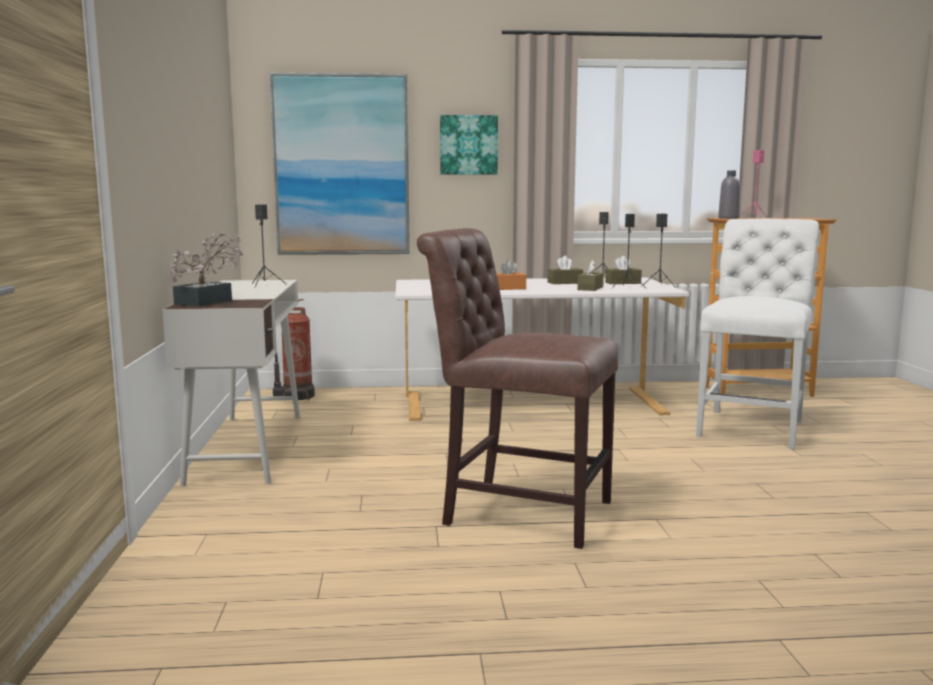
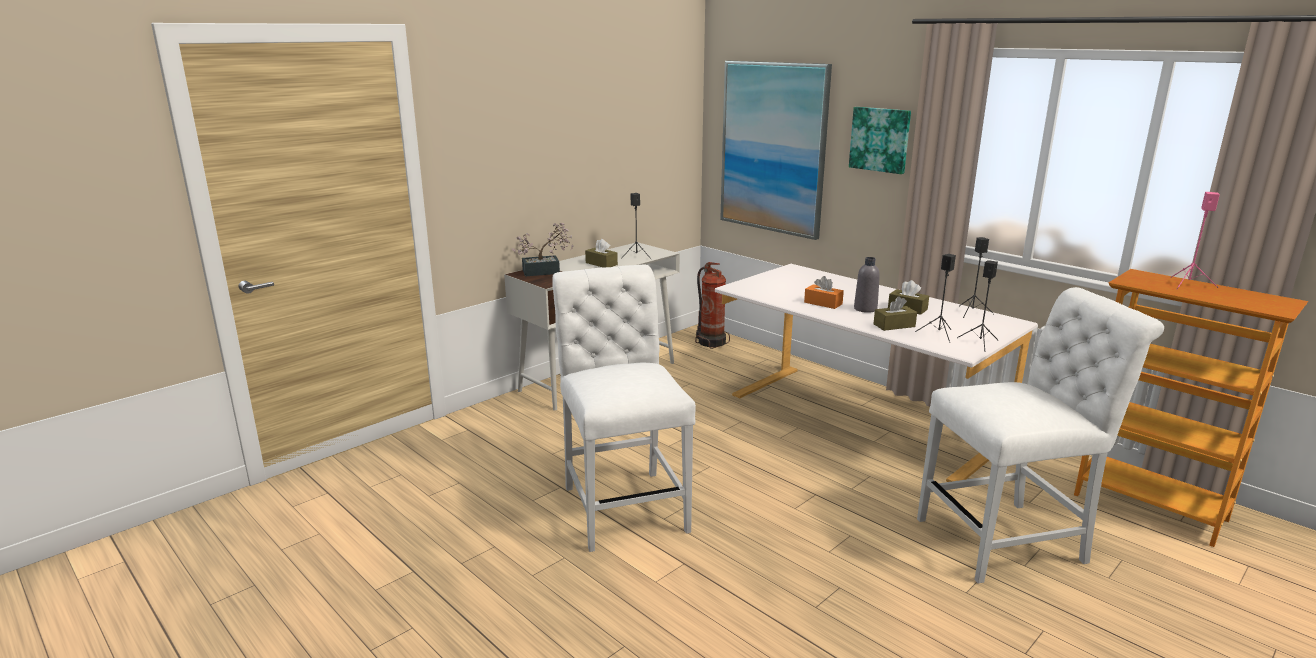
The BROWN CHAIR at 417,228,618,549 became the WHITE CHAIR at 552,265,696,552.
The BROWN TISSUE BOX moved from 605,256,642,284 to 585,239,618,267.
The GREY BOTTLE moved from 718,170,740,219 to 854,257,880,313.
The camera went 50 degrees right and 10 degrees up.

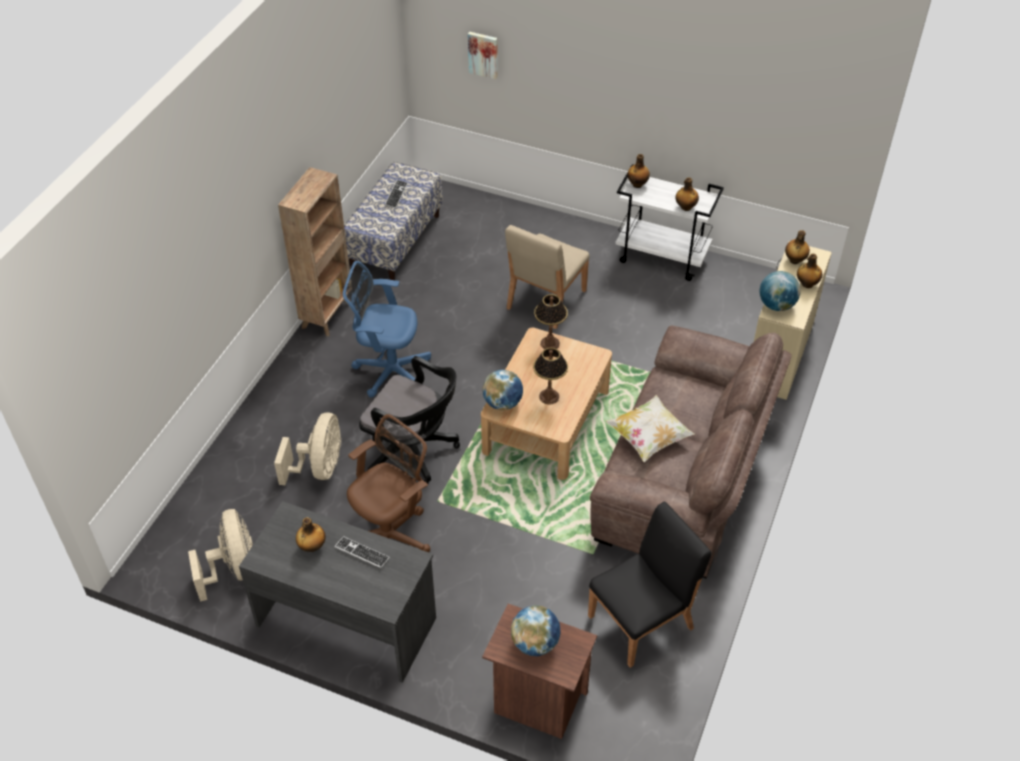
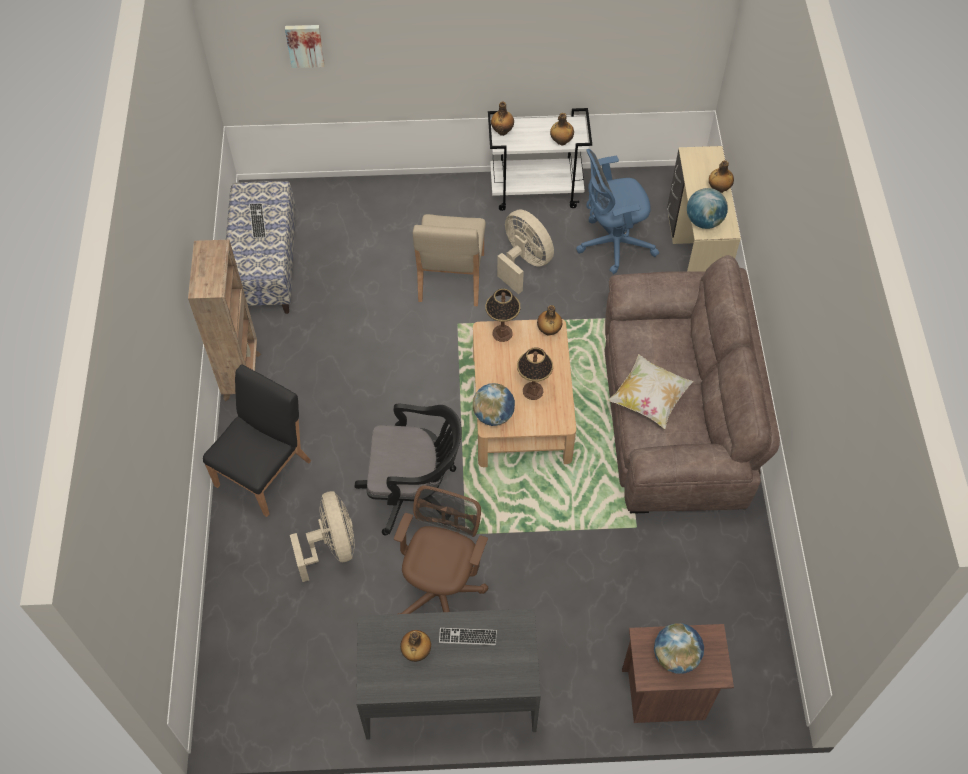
The BEIGE FAN moved from 188,509,253,602 to 497,209,554,294.
The BLUE OFFICE CHAIR moved from 343,261,431,397 to 576,149,659,274.
The BLACK CHAIR moved from 588,501,712,668 to 203,364,311,517.
The BOTTLE moved from 785,230,810,264 to 537,305,562,336.
The camera went 25 degrees left and 10 degrees up.

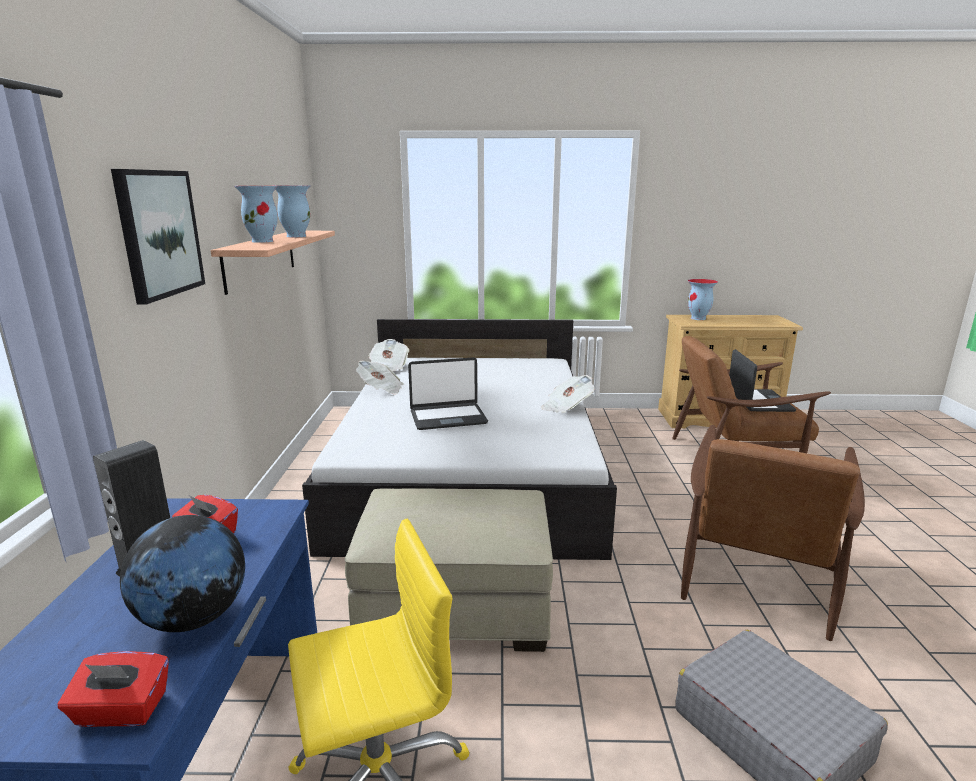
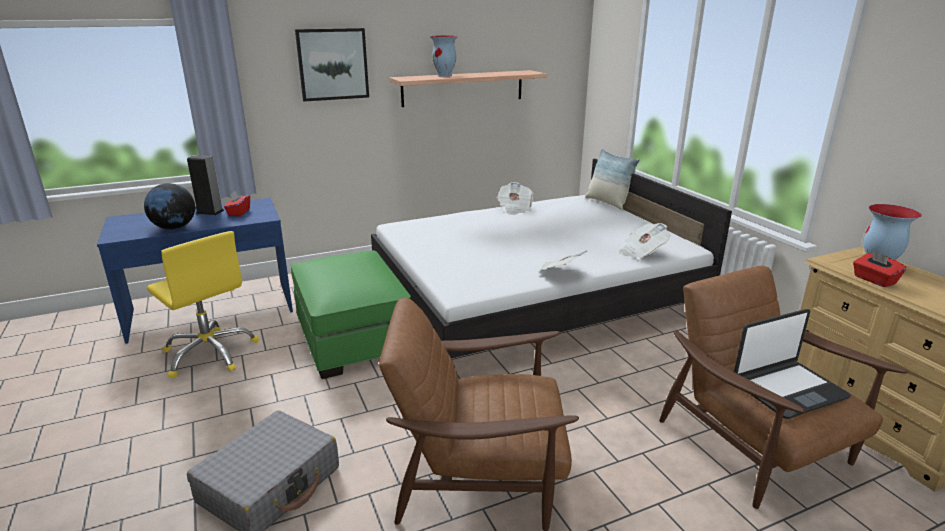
The RED TISSUE BOX moved from 57,651,169,727 to 853,250,906,287.
The VASE at 275,185,310,237 disappeared.
The BEIGE OTTOMAN at 345,488,553,652 became the GREEN OTTOMAN at 290,250,411,379.
The NEWSPAPER moved from 369,339,409,371 to 619,223,670,259.
The LAPTOP at 408,357,488,430 disappeared.
The PILLOW at 585,149,640,210 appeared.
The camera went 65 degrees right and 5 degrees up.

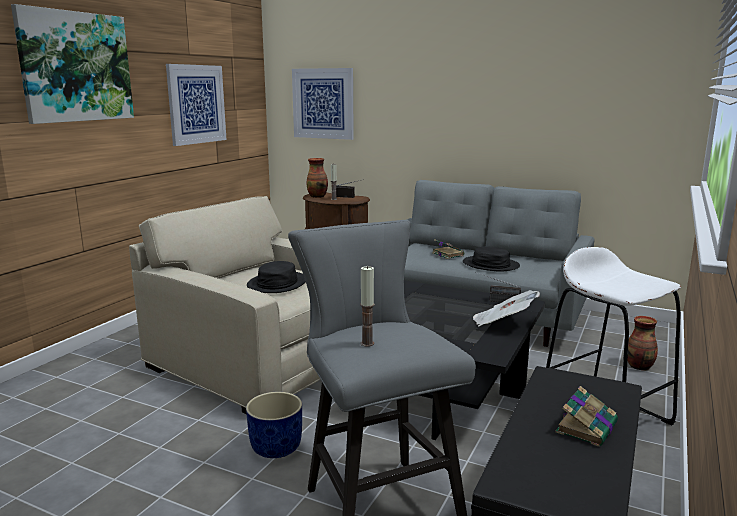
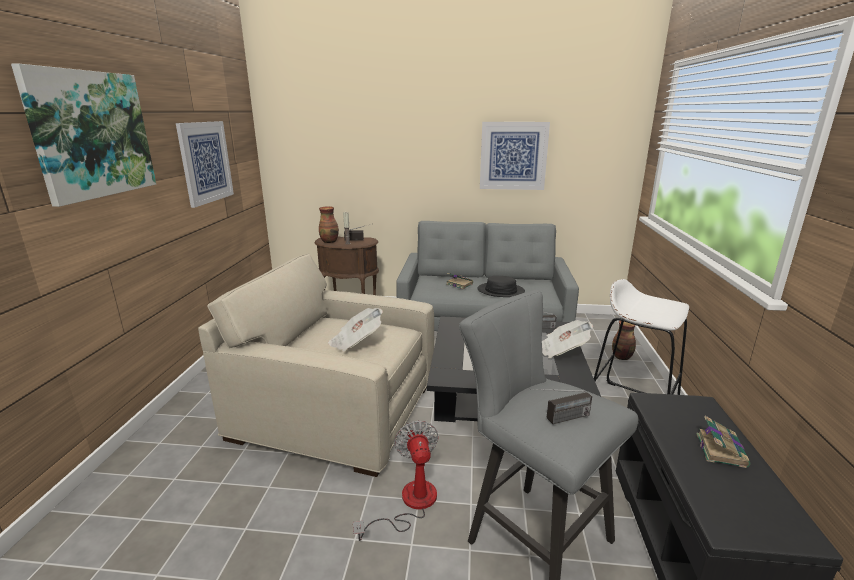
The BLUE PLANTER at 246,392,302,458 was replaced by the FAN at 353,420,438,541.
The BLACK HAT at 247,261,306,293 was replaced by the NEWSPAPER at 328,308,383,351.
The PICTURE moved from 292,68,354,140 to 480,122,550,190.
The CANDLE at 360,265,375,347 was replaced by the RADIO at 529,389,592,424.
The camera went 20 degrees left and 5 degrees up.

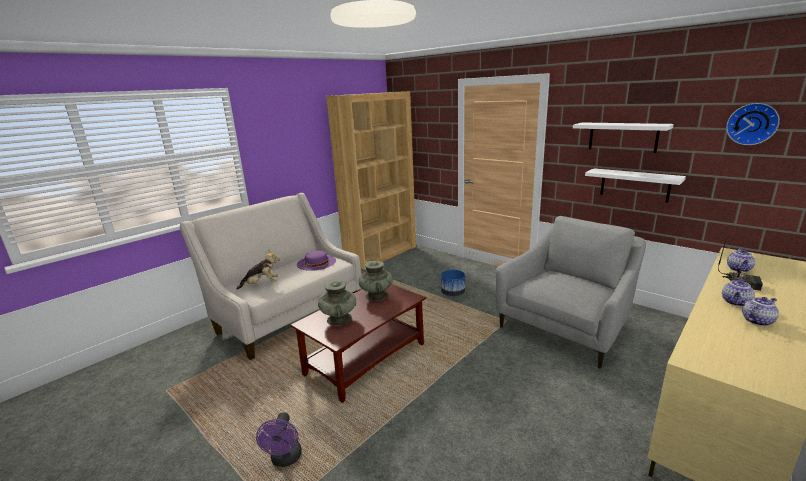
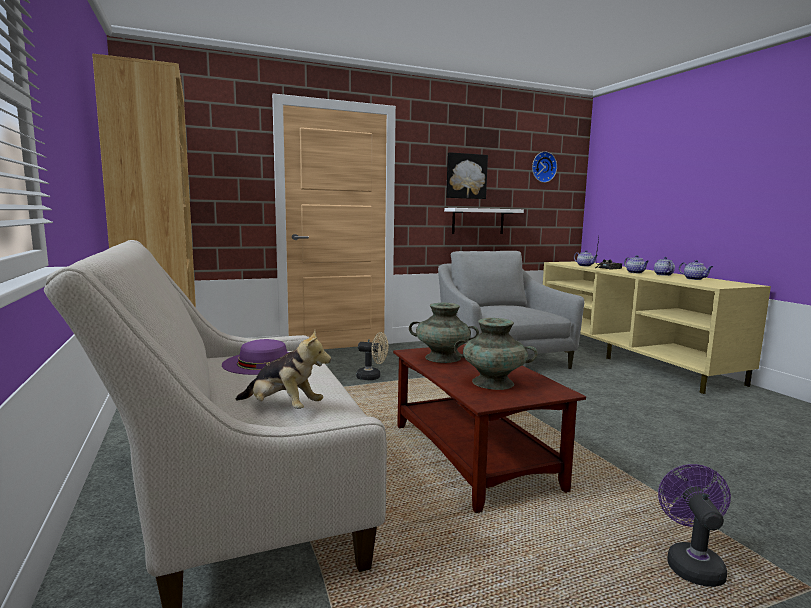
The PLUSH TOY at 236,250,280,290 turned 105 degrees clockwise.
The PURPLE FAN at 256,412,302,467 turned 105 degrees counterclockwise.
The BLUE PLANTER at 441,270,465,297 was replaced by the BEIGE FAN at 356,332,388,380.
The WHITE SHELF at 573,122,674,153 was replaced by the PICTURE at 446,152,488,199.
The TEAPOT at 679,260,713,280 appeared.
The camera went 65 degrees left and 10 degrees down.

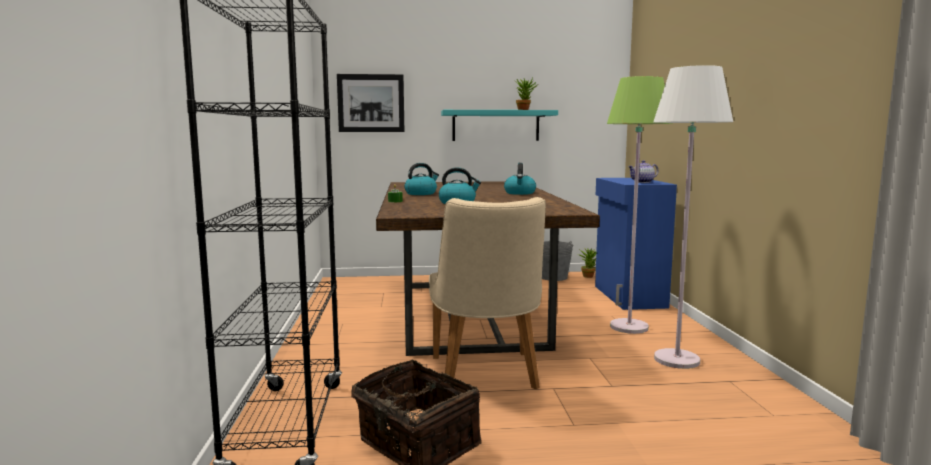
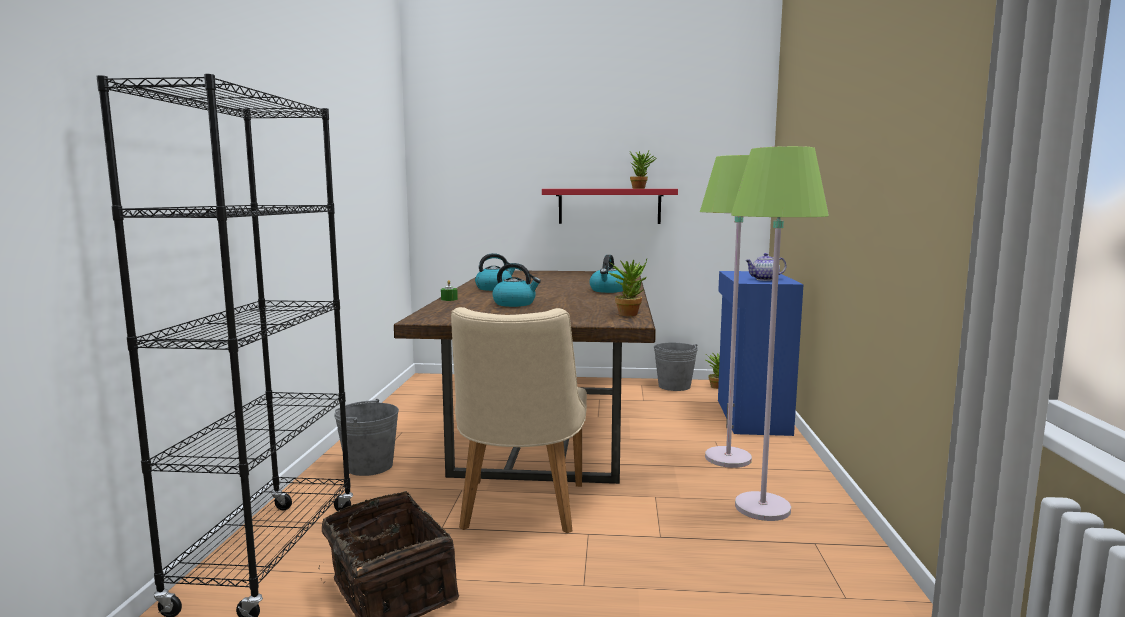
The PICTURE at 337,74,404,132 disappeared.
The TURQUOISE SHELF at 441,110,558,141 became the RED SHELF at 542,189,678,224.
The WHITE FLOOR LAMP at 653,65,733,369 became the GREEN FLOOR LAMP at 731,146,829,521.
The GREY BUCKET at 334,399,399,476 appeared.
The POTTED PLANT at 609,259,647,316 appeared.
The camera went 10 degrees right and 0 degrees up.

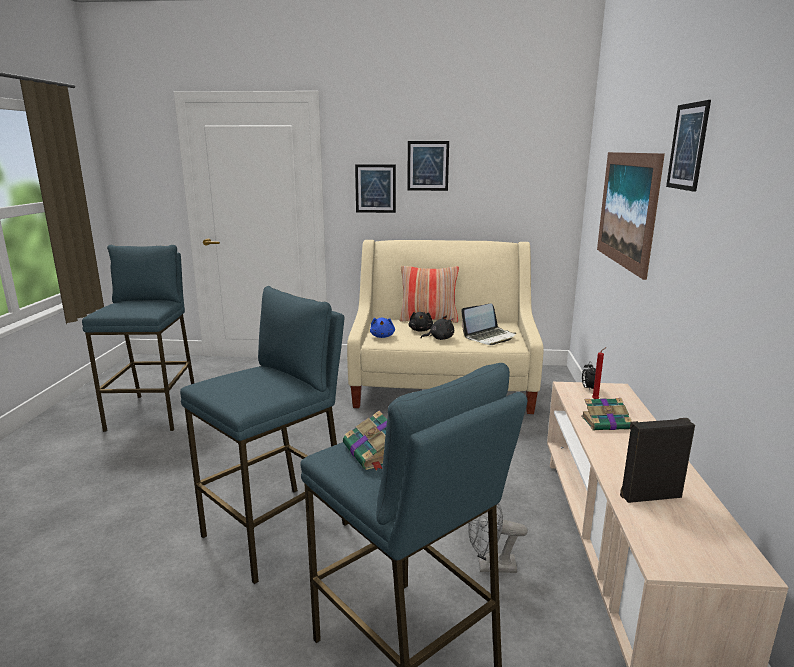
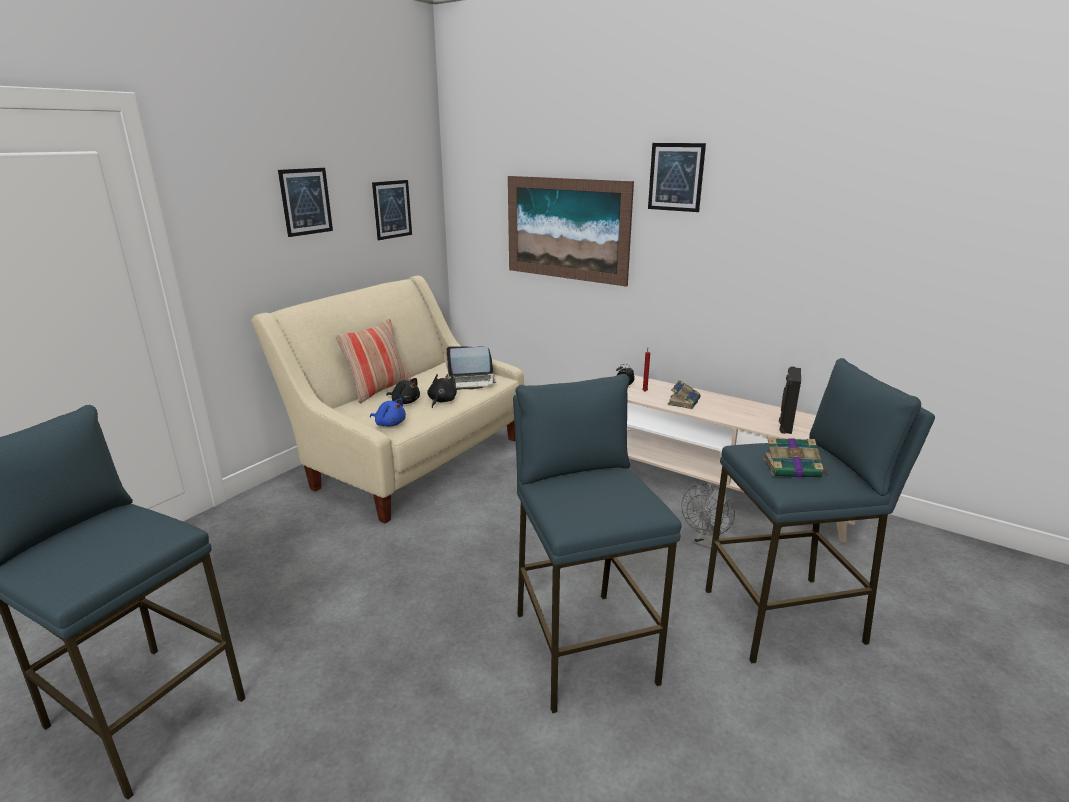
The PICTURE moved from 355,164,396,213 to 372,180,412,240.
The LAPTOP at 461,303,516,345 turned 90 degrees clockwise.
The camera went 60 degrees left and 5 degrees up.

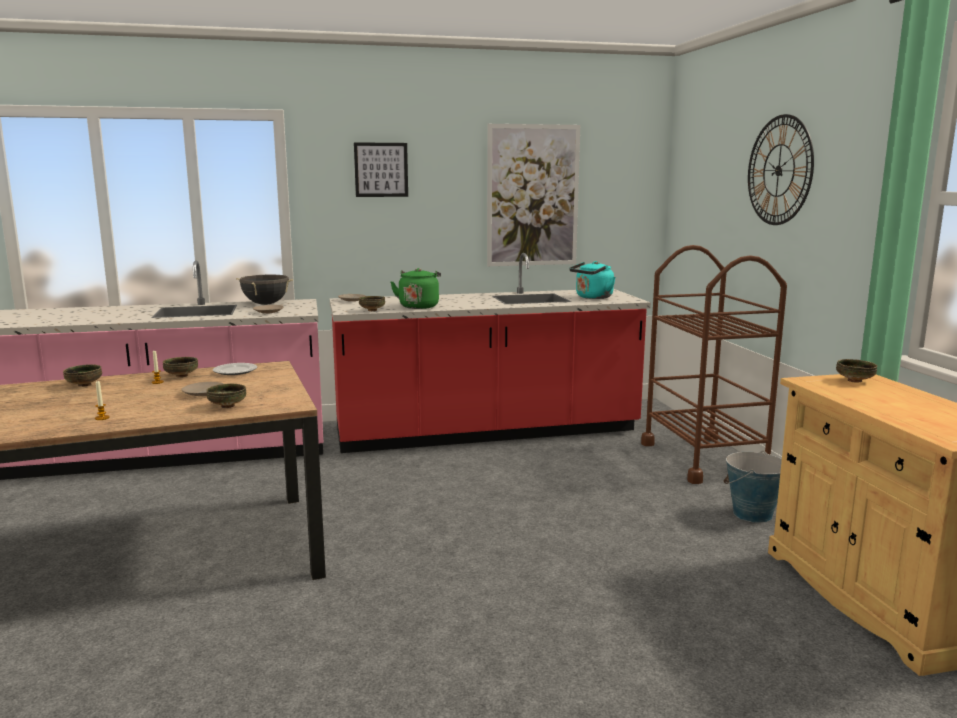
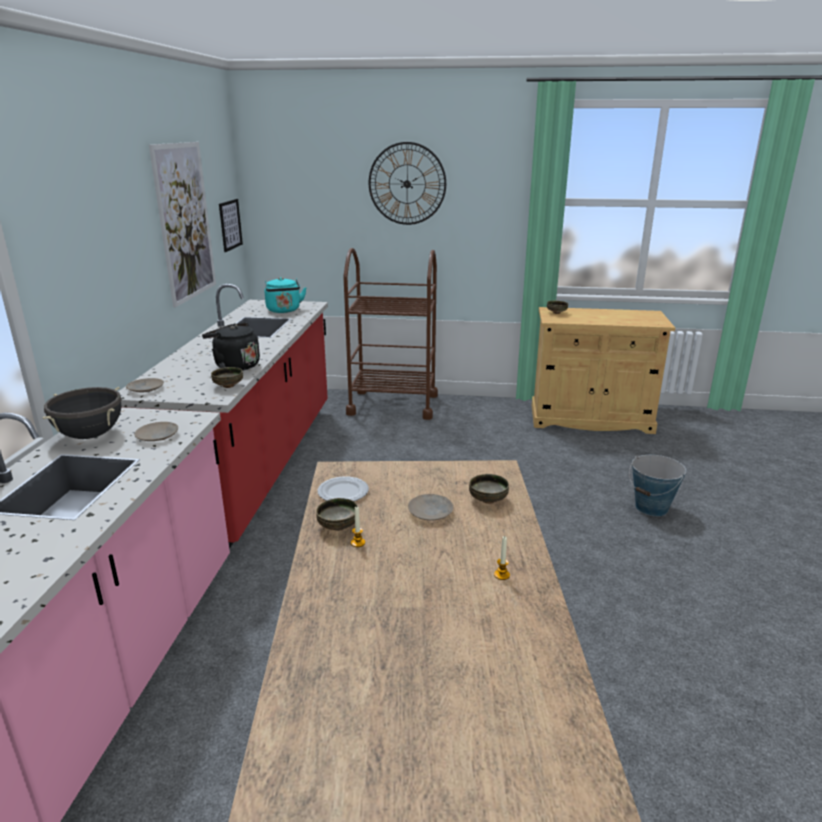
The BOWL at 63,364,102,387 disappeared.
The PICTURE moved from 354,142,408,197 to 219,199,243,252.
The GREEN KETTLE at 390,268,441,309 became the BLACK KETTLE at 202,322,260,371.
The BUCKET moved from 724,451,782,523 to 629,455,686,516.
The camera went 70 degrees left and 10 degrees up.

